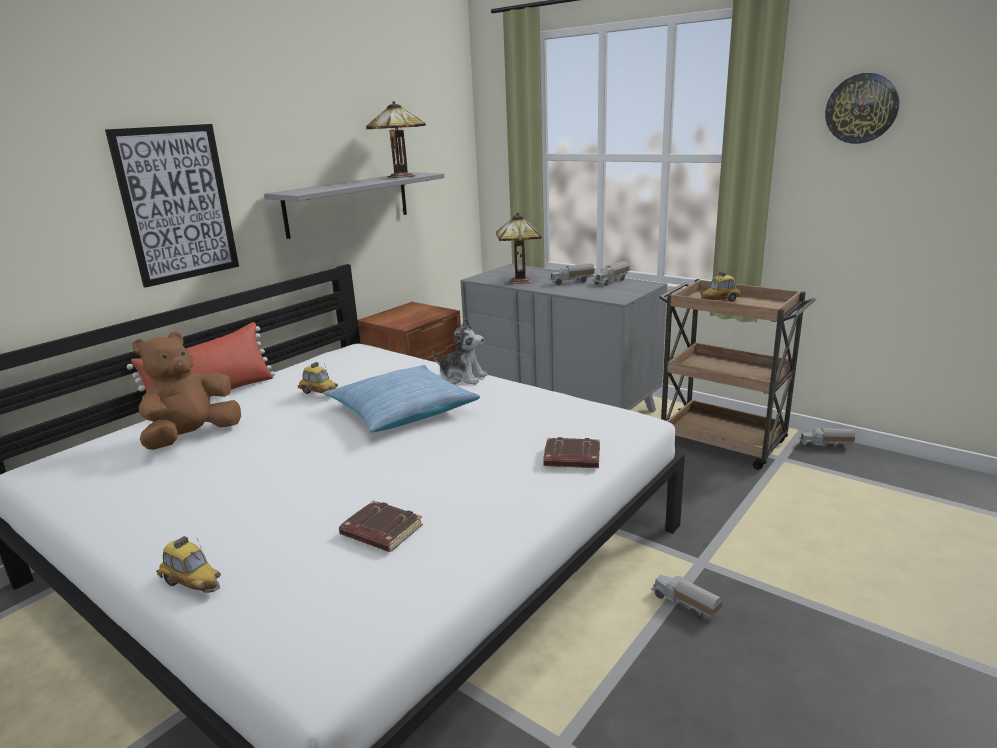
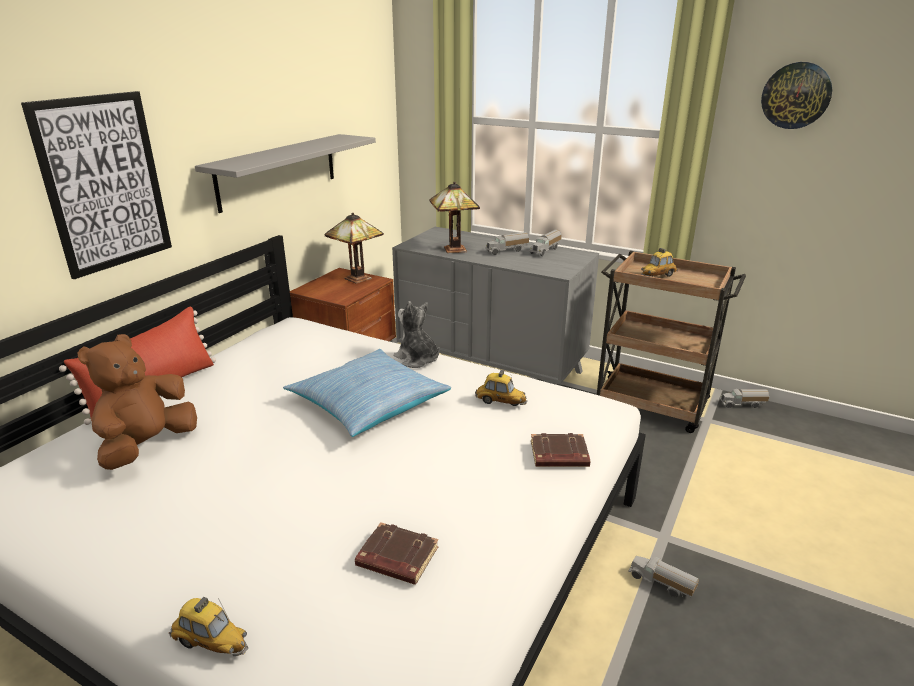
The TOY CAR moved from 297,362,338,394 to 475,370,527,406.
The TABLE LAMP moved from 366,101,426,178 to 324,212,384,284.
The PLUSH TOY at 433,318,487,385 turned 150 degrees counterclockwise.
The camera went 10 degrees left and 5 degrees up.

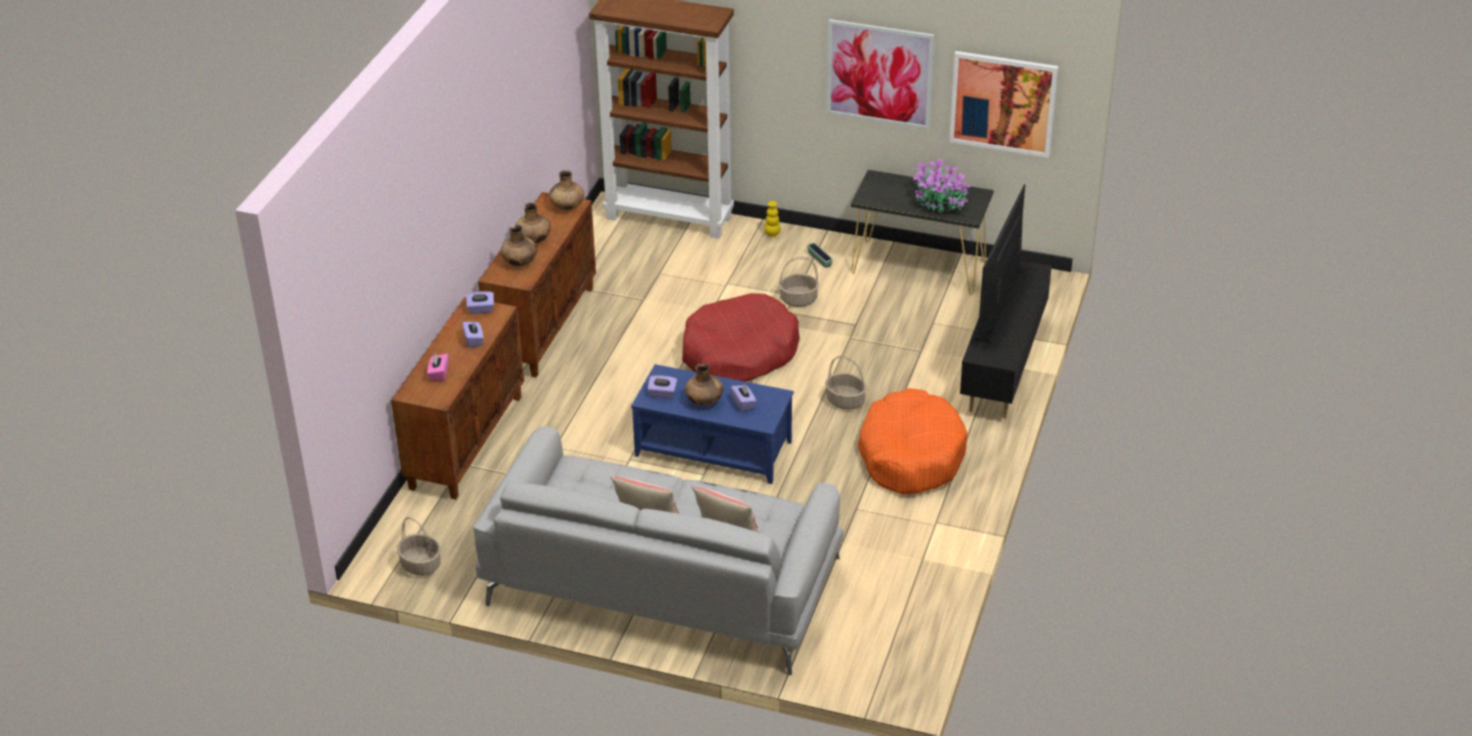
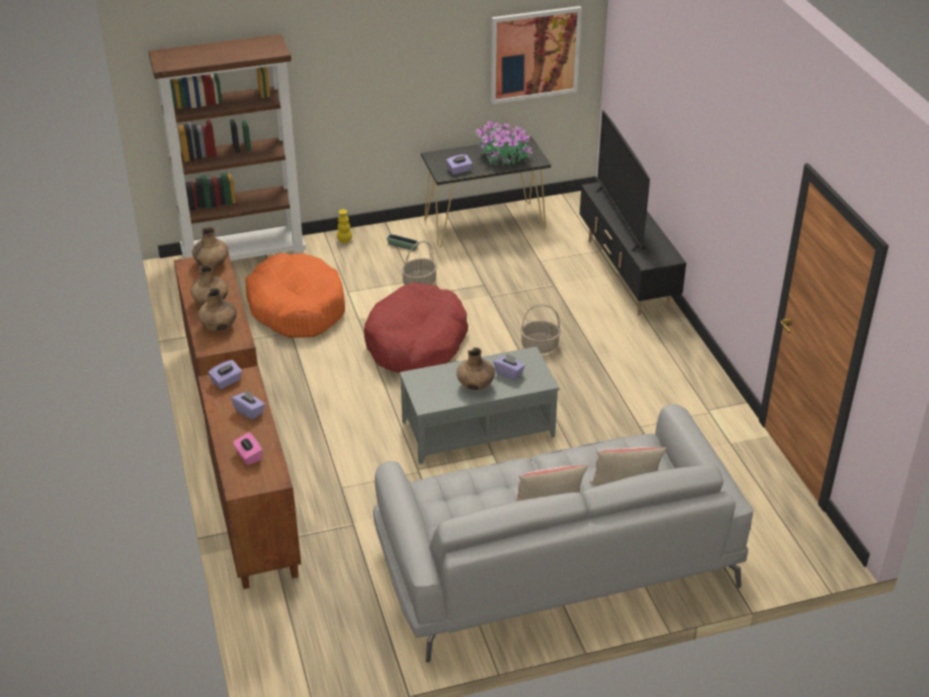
The BASKET at 397,517,440,576 disappeared.
The BLUE COFFEE TABLE at 631,364,794,484 became the GREY COFFEE TABLE at 399,347,560,464.
The PURPLE TISSUE BOX moved from 647,375,677,398 to 446,154,472,175.
The PICTURE at 827,19,935,130 disappeared.
The ORANGE DOG BED moved from 858,388,968,495 to 246,253,345,338.
The camera went 35 degrees left and 0 degrees up.

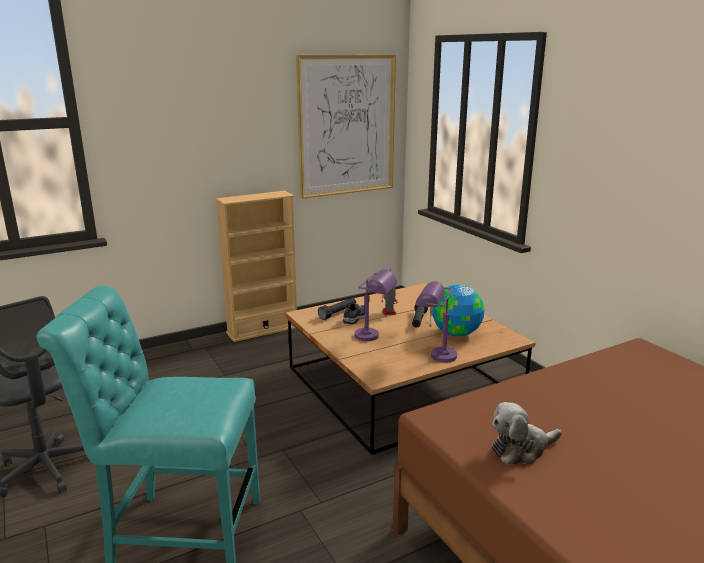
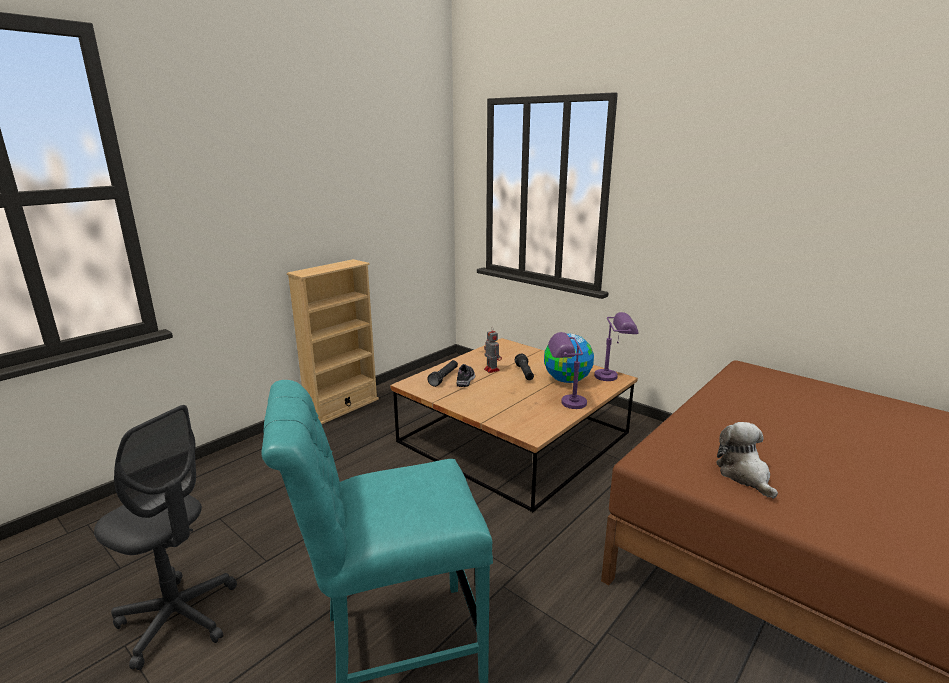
The PICTURE at 296,54,396,199 disappeared.
The PURPLE TABLE LAMP moved from 354,269,397,341 to 594,312,639,381.
The PLUSH TOY at 491,402,562,465 turned 120 degrees clockwise.
The camera went 20 degrees left and 0 degrees up.

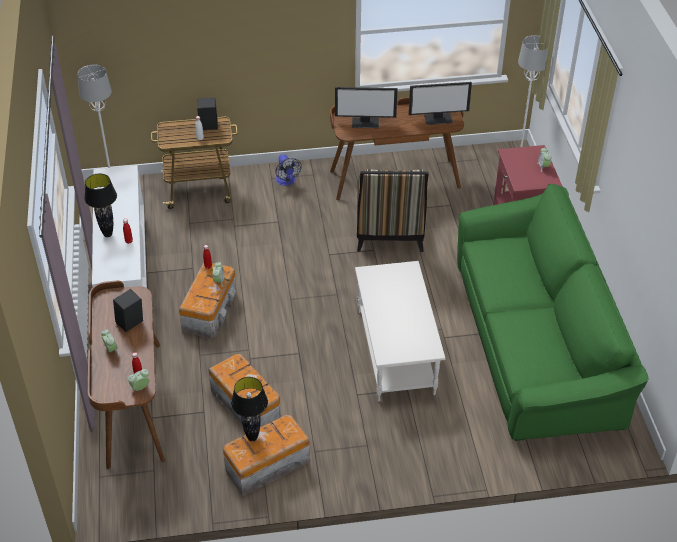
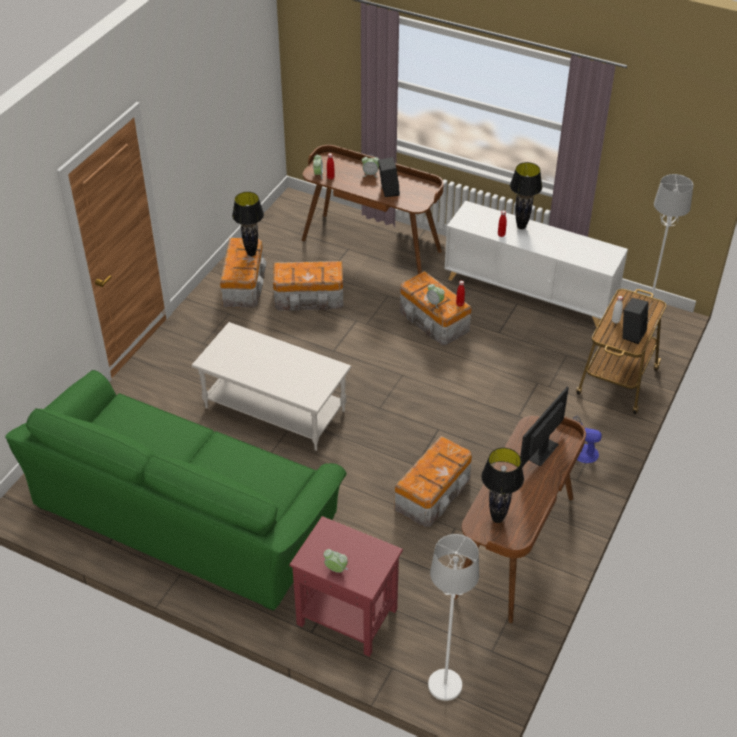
The CHAIR at 357,169,429,252 was replaced by the STORAGE BOX at 394,436,472,527.
The MONITOR at 409,82,472,125 was replaced by the BLACK TABLE LAMP at 481,448,524,523.
The camera went 125 degrees right and 0 degrees up.

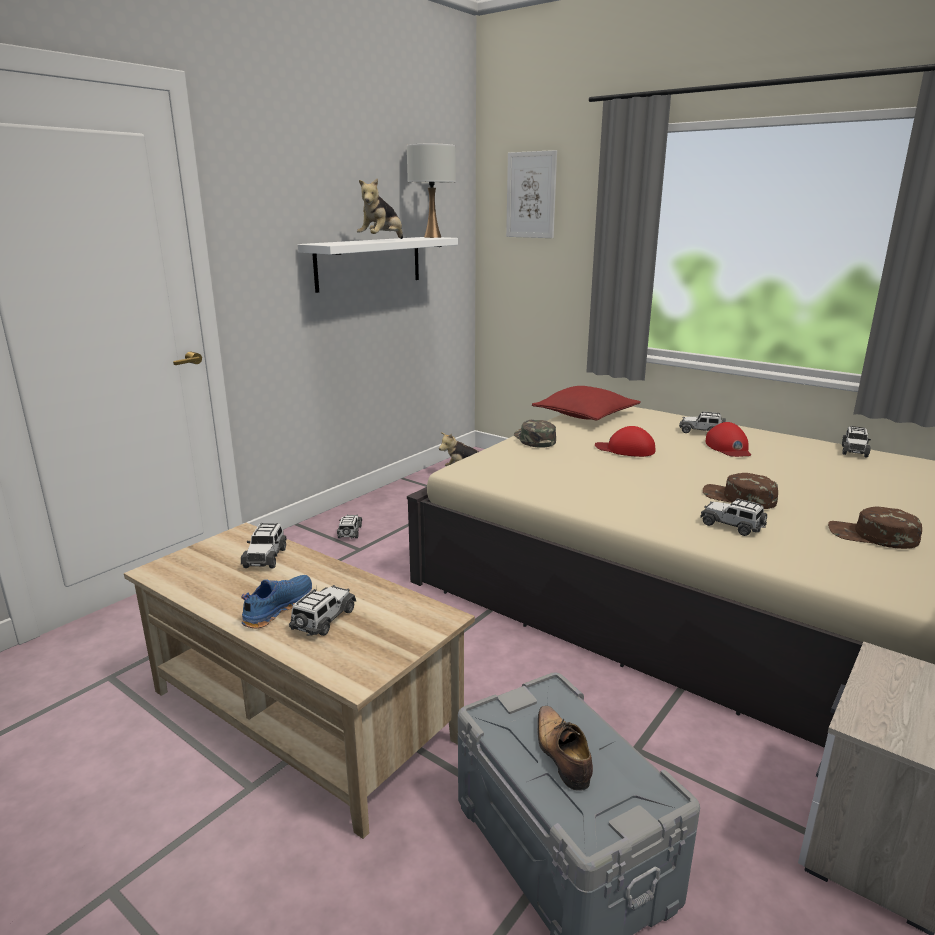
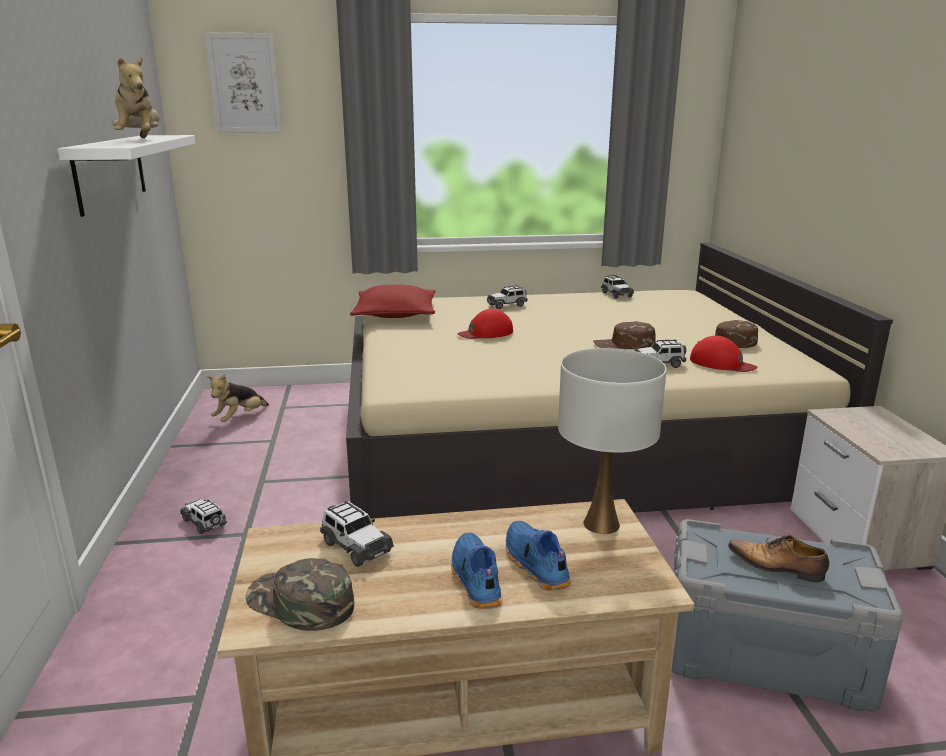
The TOY CAR at 289,585,356,636 was replaced by the BLUE SHOE at 506,521,571,590.
The WHITE TABLE LAMP moved from 407,144,456,238 to 558,348,667,534.
The GREEN CAP moved from 514,420,556,448 to 245,558,354,631.
The RED CAP moved from 705,422,751,457 to 690,336,758,372.
The camera went 45 degrees left and 0 degrees up.

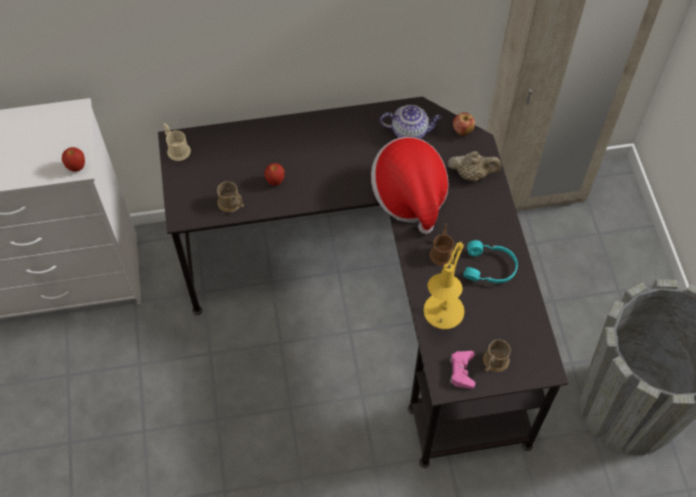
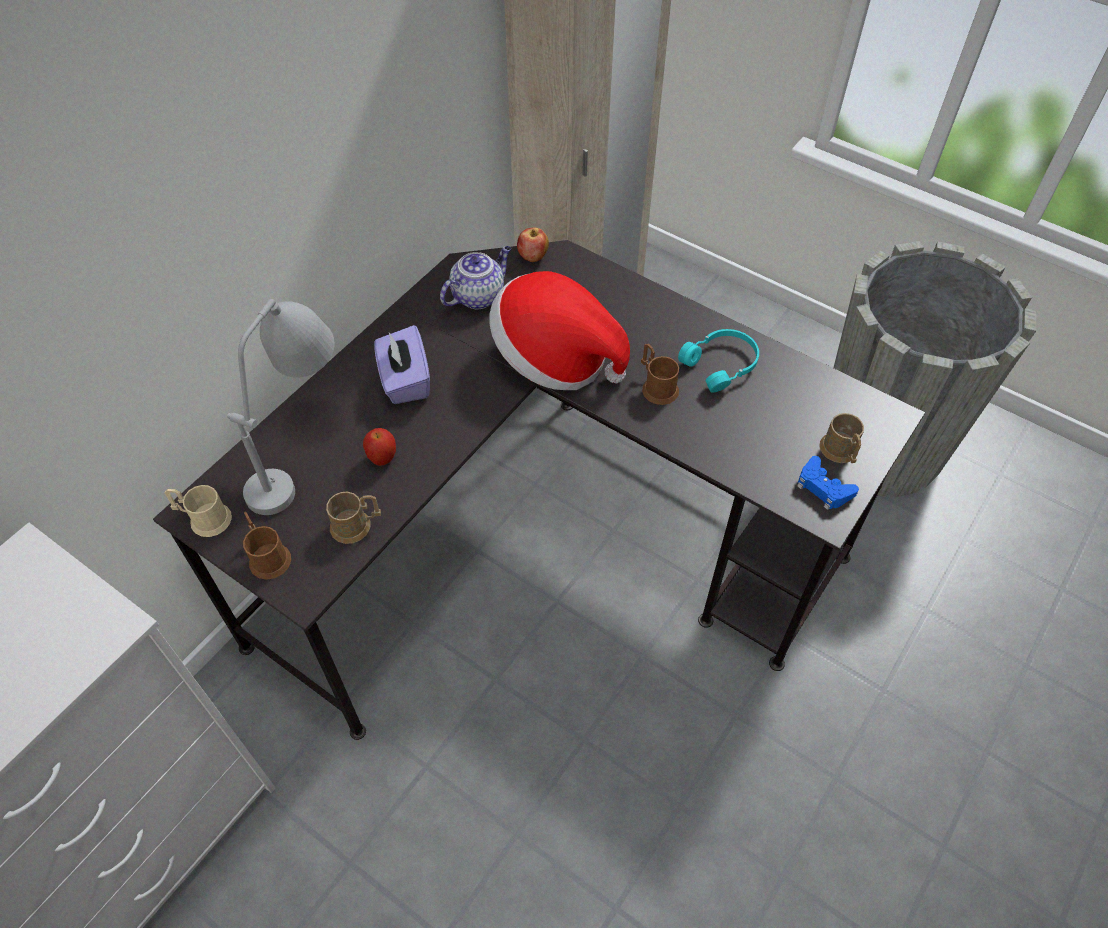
The APPLE at 62,147,85,172 disappeared.
The YELLOW TABLE LAMP at 424,242,465,329 disappeared.
The BEIGE TEAPOT at 448,151,501,181 disappeared.
The PINK GAME CONTROLLER at 450,351,475,389 became the BLUE GAME CONTROLLER at 797,456,859,510.
The GREY TABLE LAMP at 227,299,335,515 appeared.
The BROWN MUG at 243,512,291,580 appeared.
The PURPLE TISSUE BOX at 374,325,430,404 appeared.
The camera went 45 degrees left and 5 degrees down.

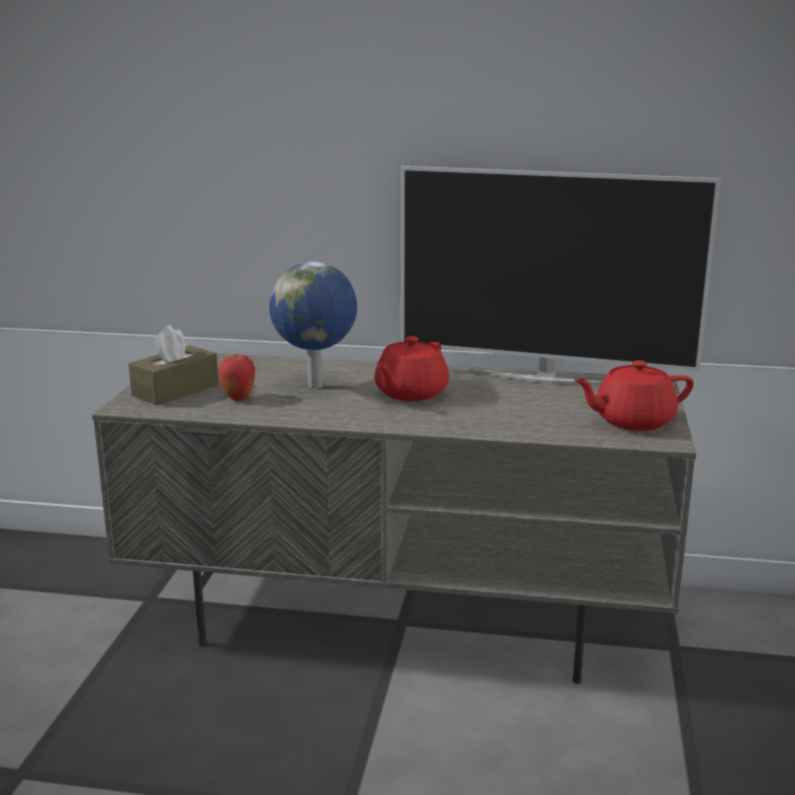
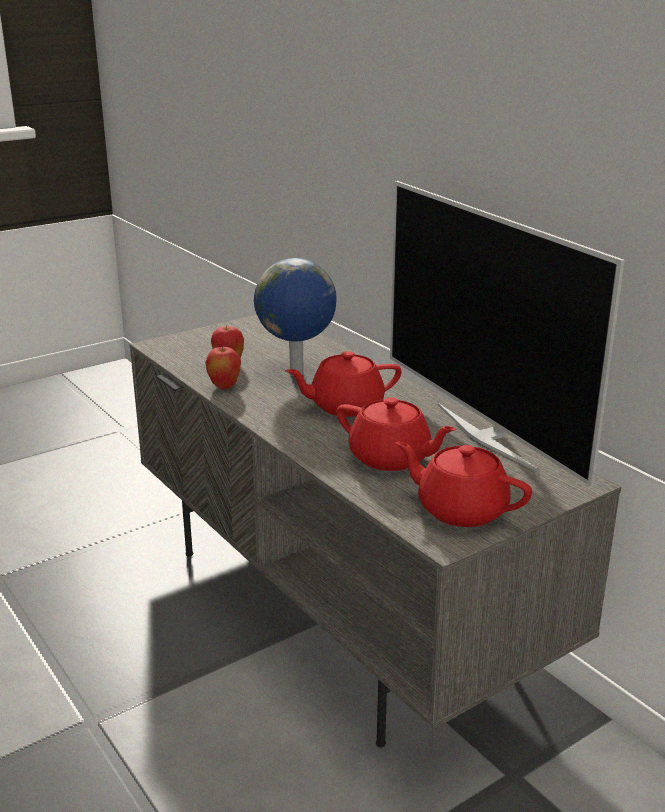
The BROWN TISSUE BOX at 128,325,219,405 disappeared.
The APPLE at 205,346,241,389 appeared.
The RED TEAPOT at 337,397,456,471 appeared.
The camera went 45 degrees right and 5 degrees up.

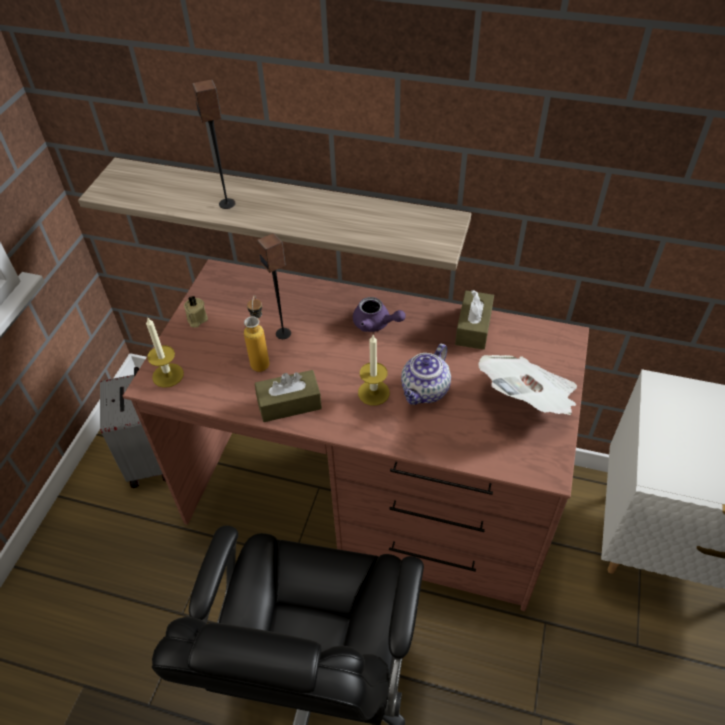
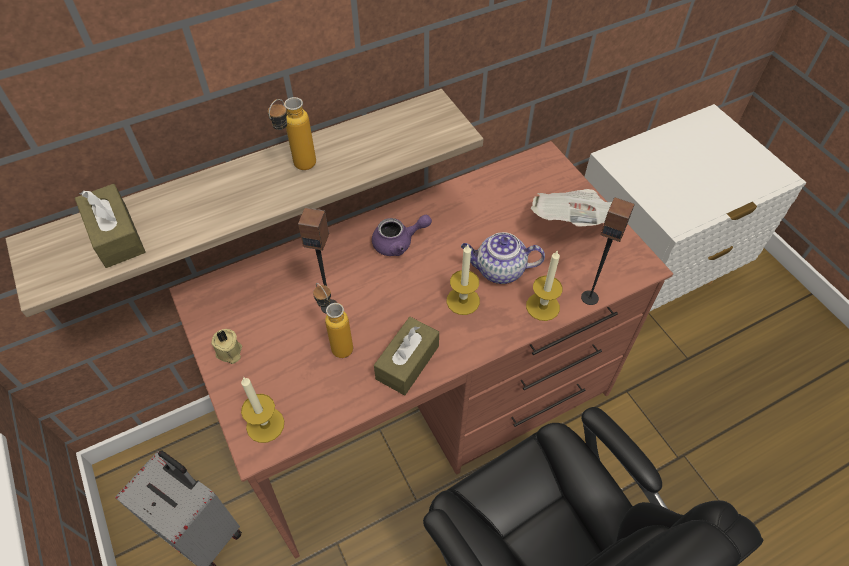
The SPEAKER moved from 192,80,235,209 to 581,197,635,305.
The TEAPOT at 401,344,451,405 turned 105 degrees clockwise.
The BROWN TISSUE BOX moved from 455,290,494,350 to 75,184,145,268.
The BOTTLE at 267,97,316,170 appeared.
The CANDLE at 526,250,563,321 appeared.
The camera went 45 degrees left and 5 degrees up.

